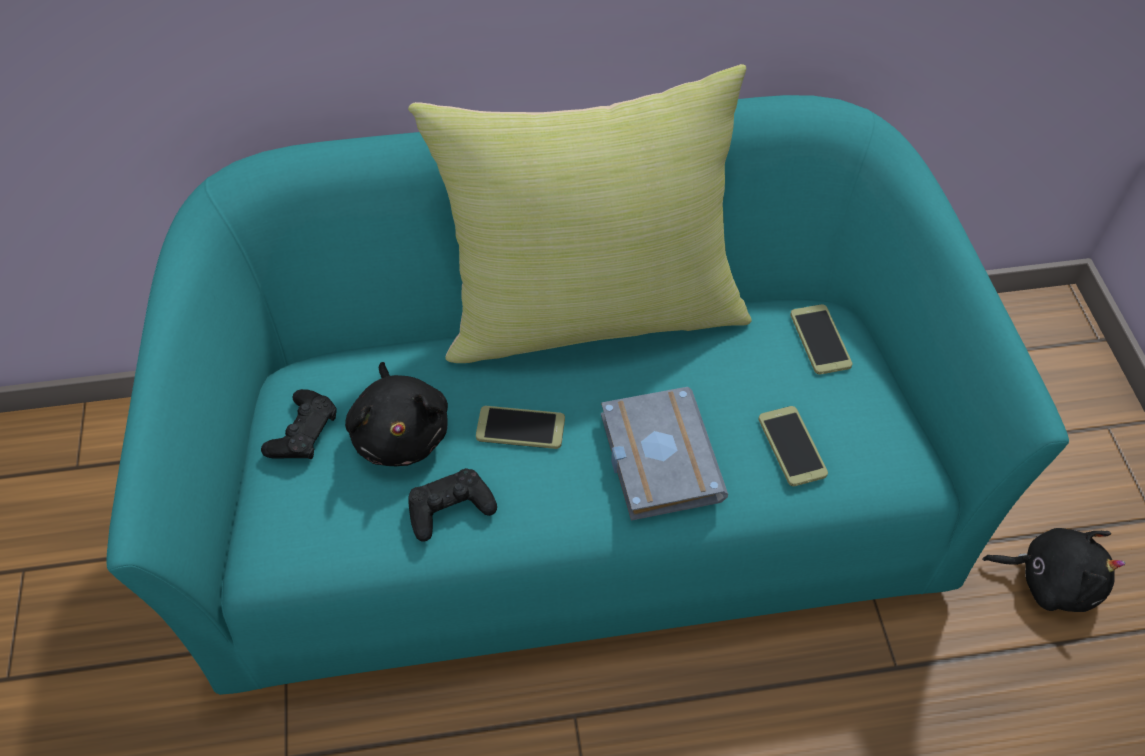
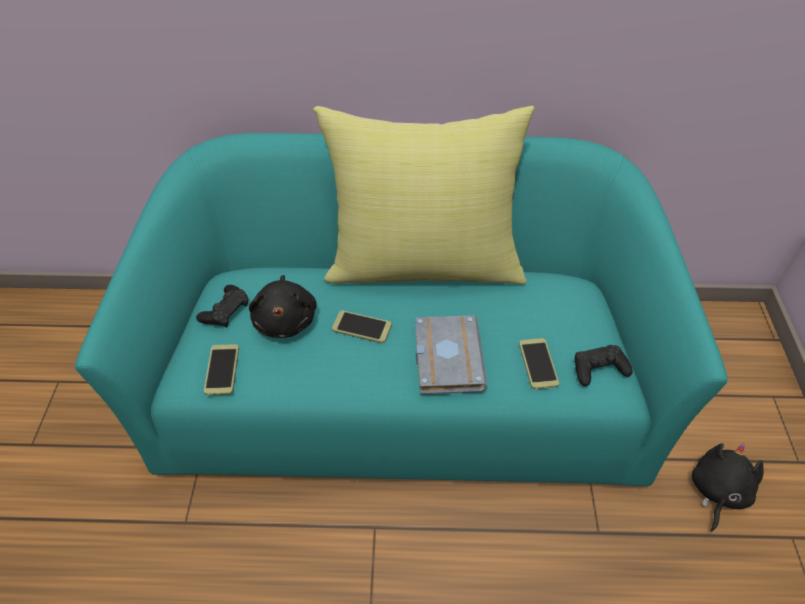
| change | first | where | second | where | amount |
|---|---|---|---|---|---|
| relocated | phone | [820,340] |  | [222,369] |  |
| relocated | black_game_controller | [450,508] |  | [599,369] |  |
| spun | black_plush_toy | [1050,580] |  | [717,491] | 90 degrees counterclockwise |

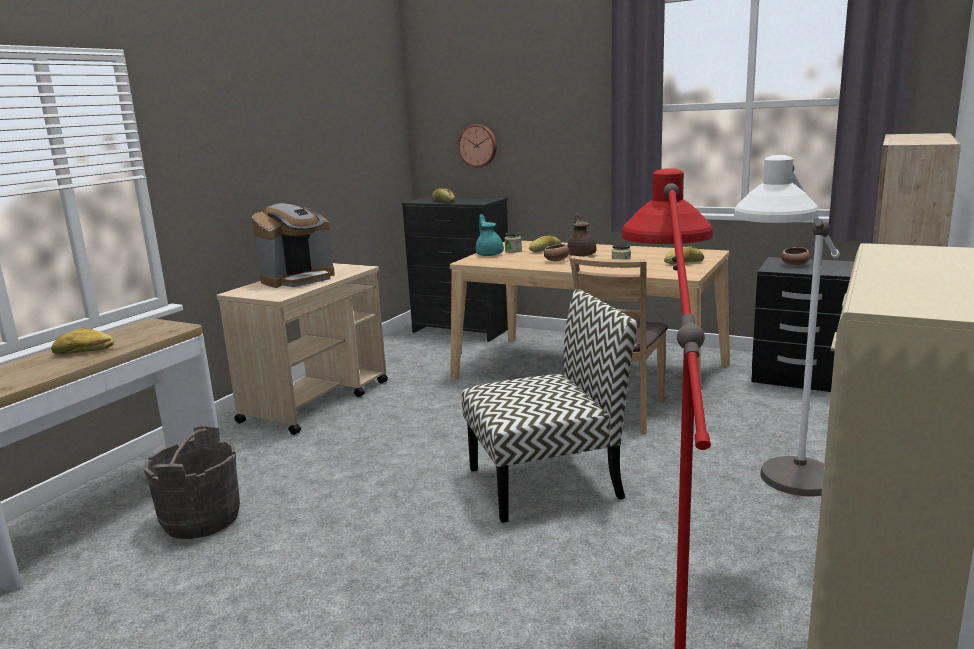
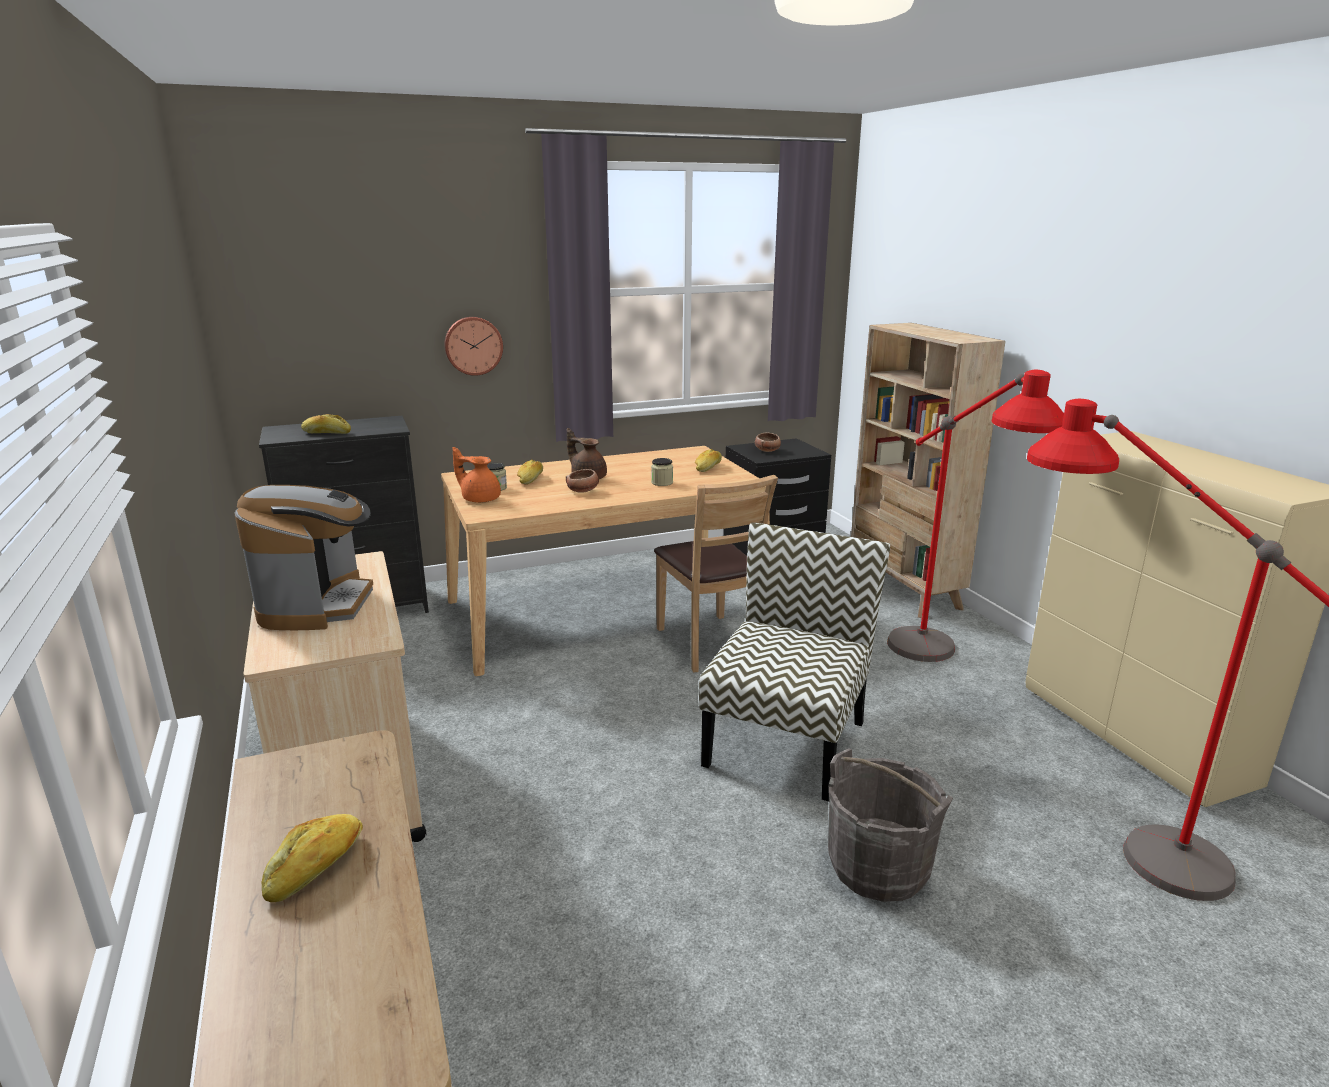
| change | first | where | second | where | amount |
|---|---|---|---|---|---|
| relocated | wall_clock | [478,145] |  | [473,345] |  |
| colour | turquoise_teapot | [489,254] | orange_teapot | [480,499] |  |
| relocated | grey_bucket | [201,519] |  | [878,867] |  |
| colour | white_floor_lamp | [782,500] | red_floor_lamp | [943,668] |  |

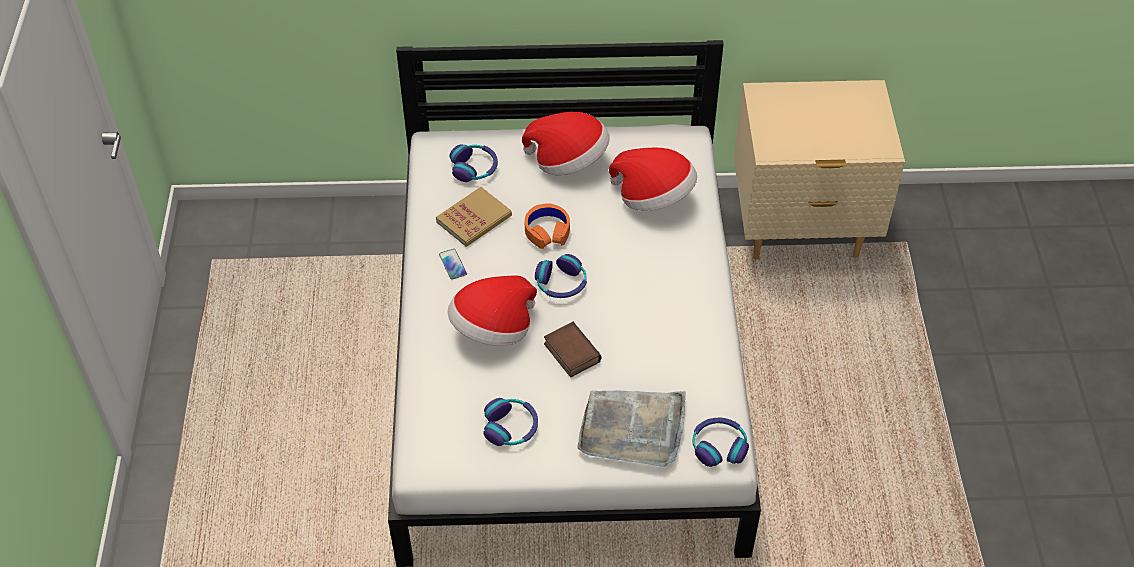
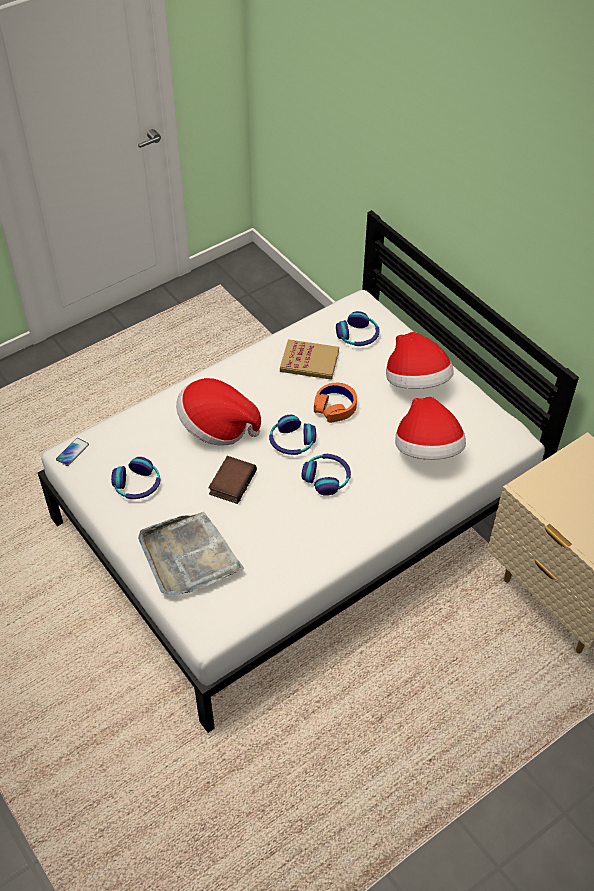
| change | first | where | second | where | amount |
|---|---|---|---|---|---|
| relocated | phone | [453,264] |  | [72,452] |  |
| relocated | headphones | [719,446] |  | [326,478] |  |

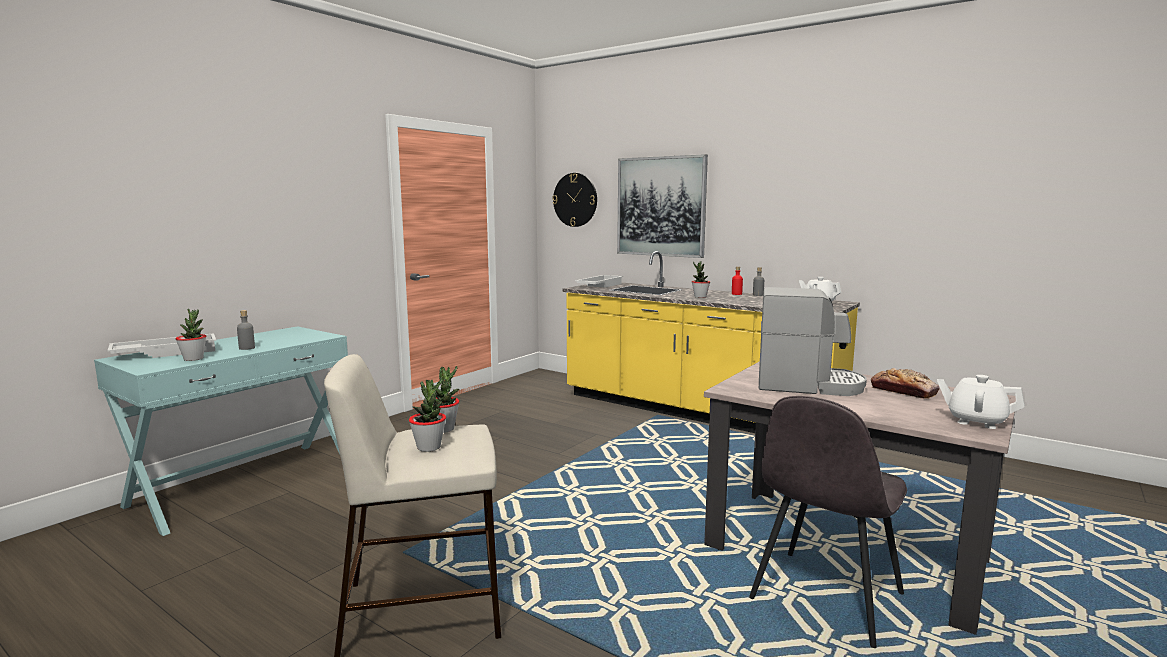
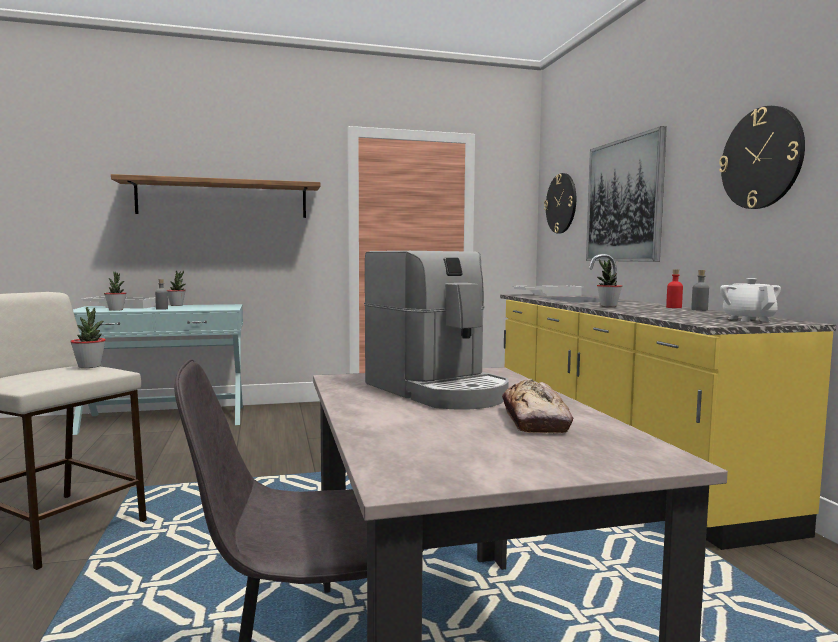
| change | first | where | second | where | amount |
|---|---|---|---|---|---|
| appeared |  |  | shelf | [223,199] |  |
| relocated | potted_plant | [429,447] |  | [176,305] |  |
| appeared |  |  | wall_clock | [761,158] |  |
| missing | white_teapot | [976,421] |  |  |  |

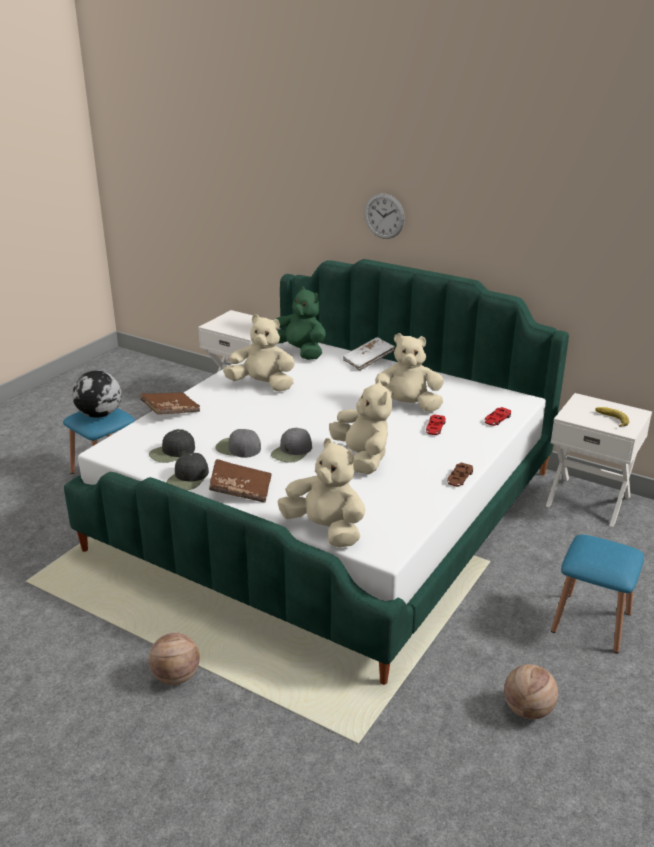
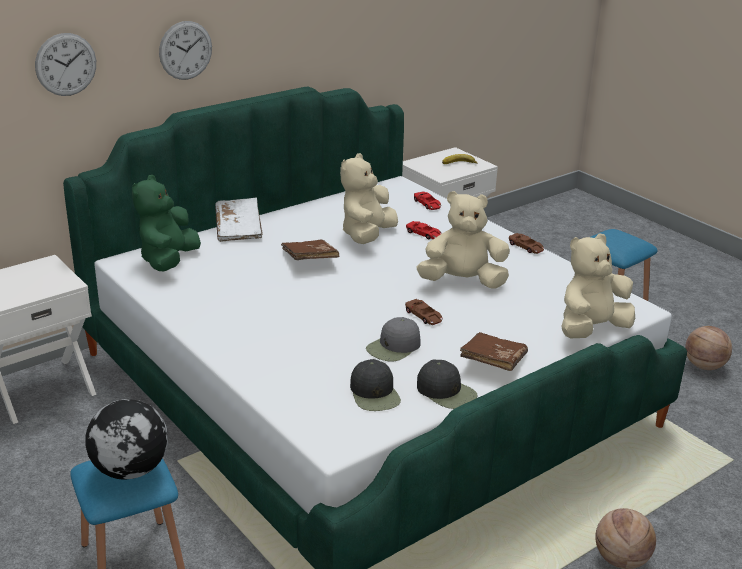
| change | first | where | second | where | amount |
|---|---|---|---|---|---|
| appeared |  |  | wall_clock | [66,64] |  |
| spun | green_plush_toy | [300,352] |  | [168,261] | 45 degrees counterclockwise |
| relocated | brown_book | [171,411] |  | [309,260] |  |
| exchanged | grey_cap | [292,451] | brown_toy_car | [424,316] |  |
| missing | beige_plush_toy | [262,385] |  |  |  |

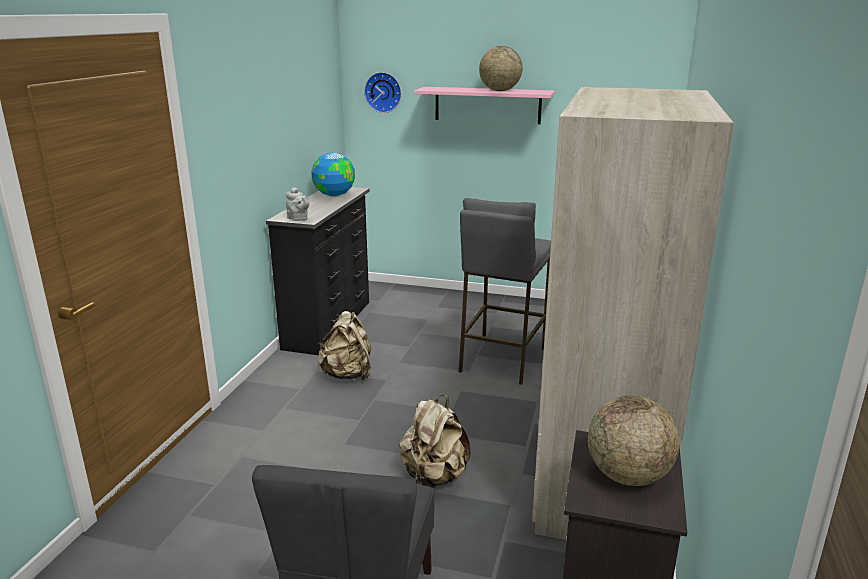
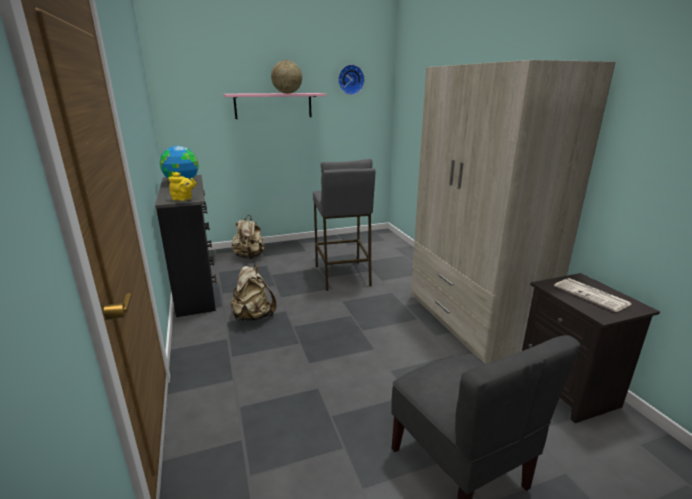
| change | first | where | second | where | amount |
|---|---|---|---|---|---|
| colour | grey_teapot | [298,219] | yellow_teapot | [183,199] |  |
| relocated | beige_backpack | [434,477] |  | [249,257] |  |
| relocated | wall_clock | [383,92] |  | [350,79] |  |
| exchanged | globe | [628,476] | newspaper | [592,295] |  |

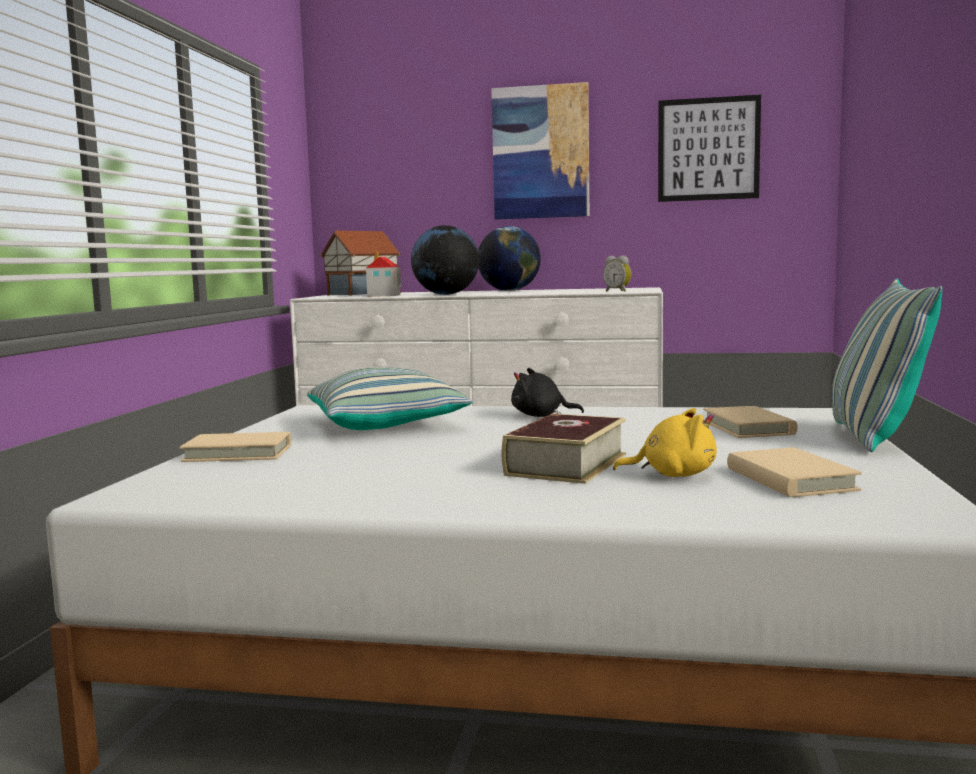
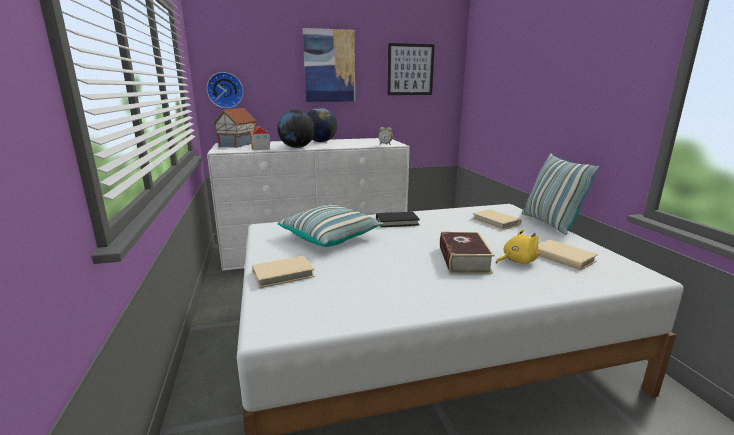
| change | first | where | second | where | amount |
|---|---|---|---|---|---|
| appeared |  |  | wall_clock | [225,90] |  |
| exchanged | black_plush_toy | [541,416] | black_book | [397,222] |  |

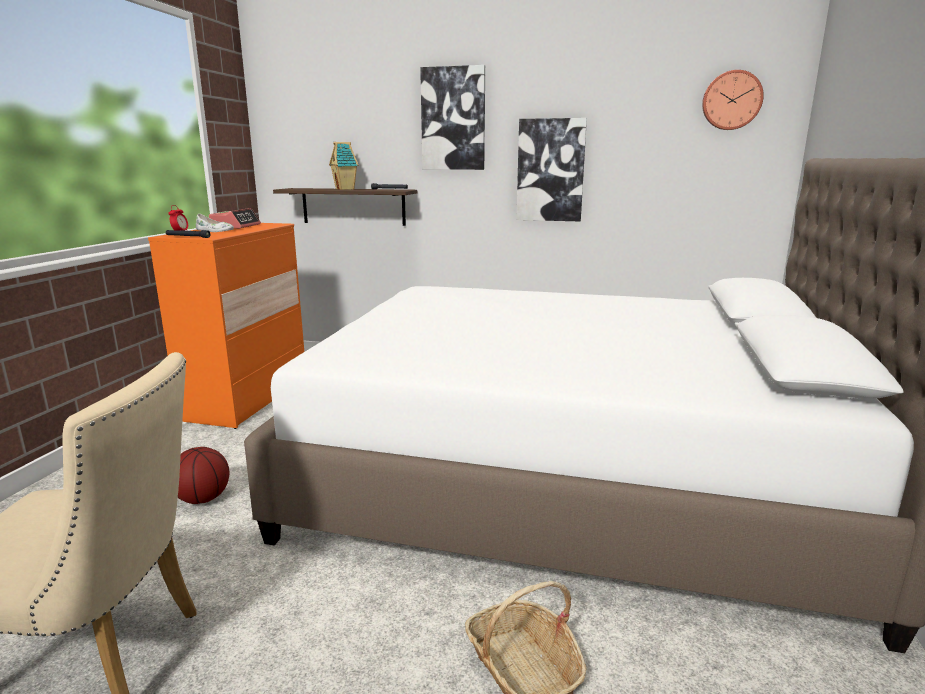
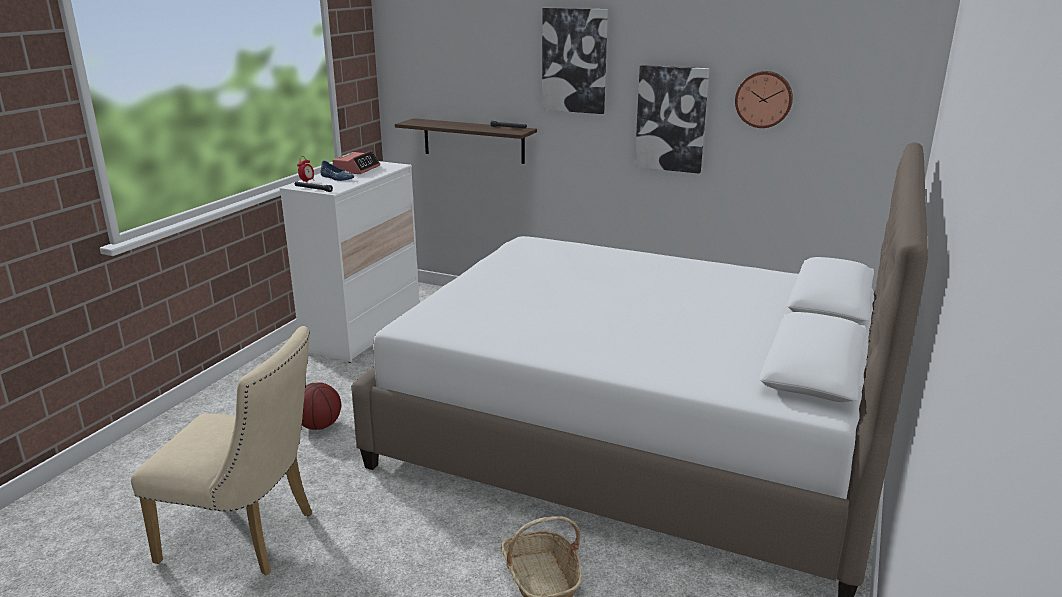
| change | first | where | second | where | amount |
|---|---|---|---|---|---|
| colour | orange_dresser | [248,399] | white_dresser | [363,332] |  |
| colour | white_shoe | [214,231] | blue_shoe | [337,178] |  |
| relocated | wall_clock | [731,100] |  | [764,99] |  |
| missing | toy_house | [345,189] |  |  |  |

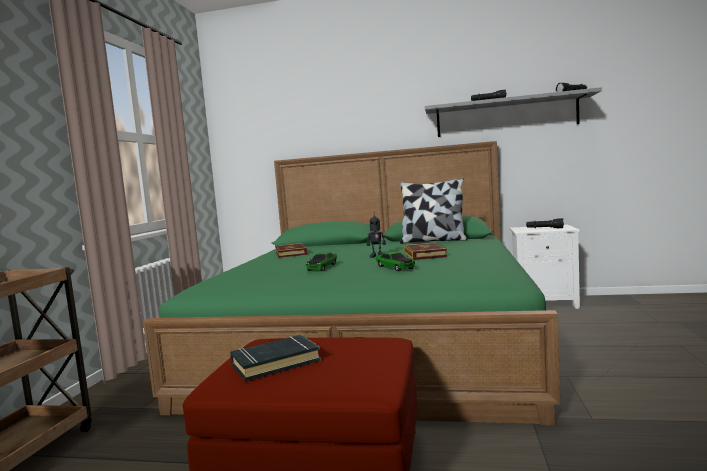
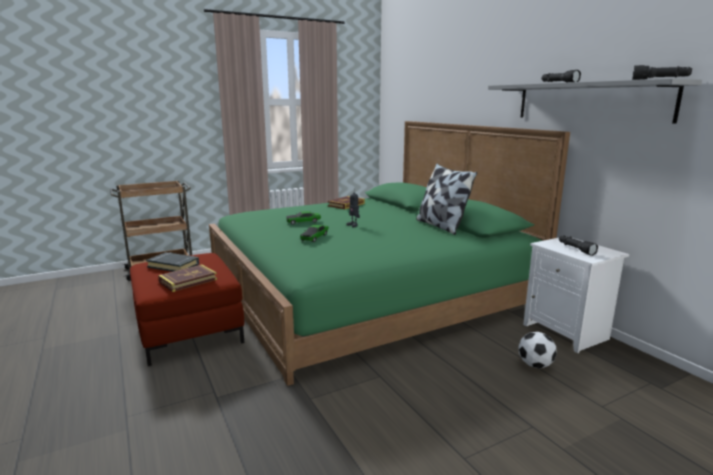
| change | first | where | second | where | amount |
|---|---|---|---|---|---|
| relocated | book | [424,254] |  | [188,281] |  |
| appeared |  |  | football | [535,365] |  |

